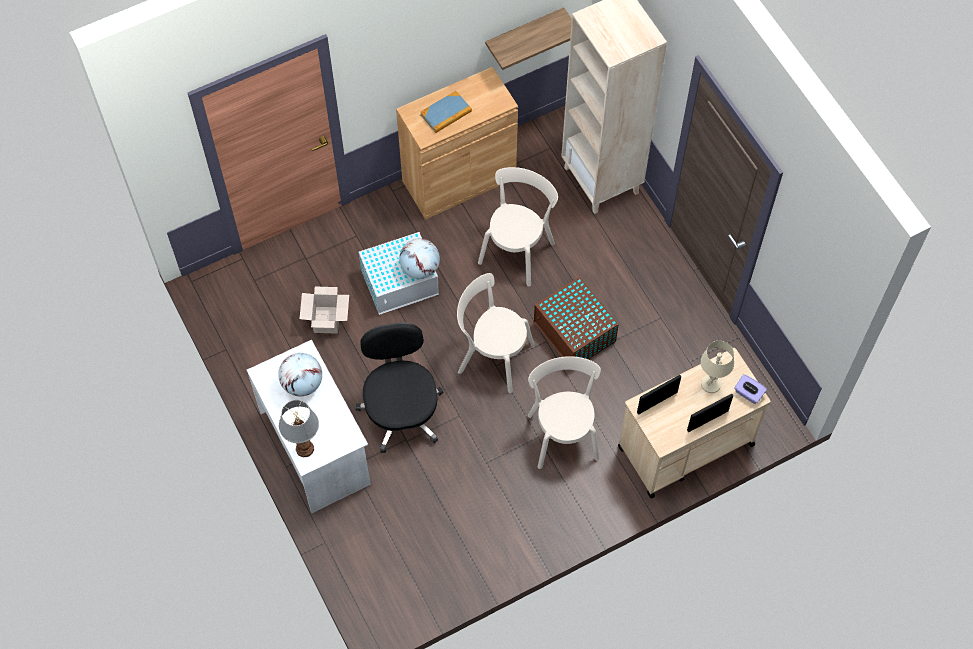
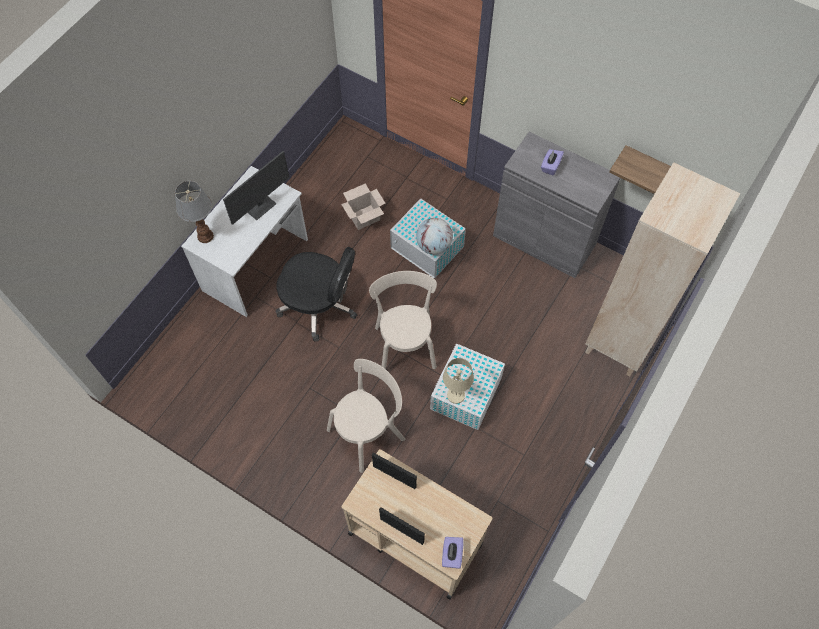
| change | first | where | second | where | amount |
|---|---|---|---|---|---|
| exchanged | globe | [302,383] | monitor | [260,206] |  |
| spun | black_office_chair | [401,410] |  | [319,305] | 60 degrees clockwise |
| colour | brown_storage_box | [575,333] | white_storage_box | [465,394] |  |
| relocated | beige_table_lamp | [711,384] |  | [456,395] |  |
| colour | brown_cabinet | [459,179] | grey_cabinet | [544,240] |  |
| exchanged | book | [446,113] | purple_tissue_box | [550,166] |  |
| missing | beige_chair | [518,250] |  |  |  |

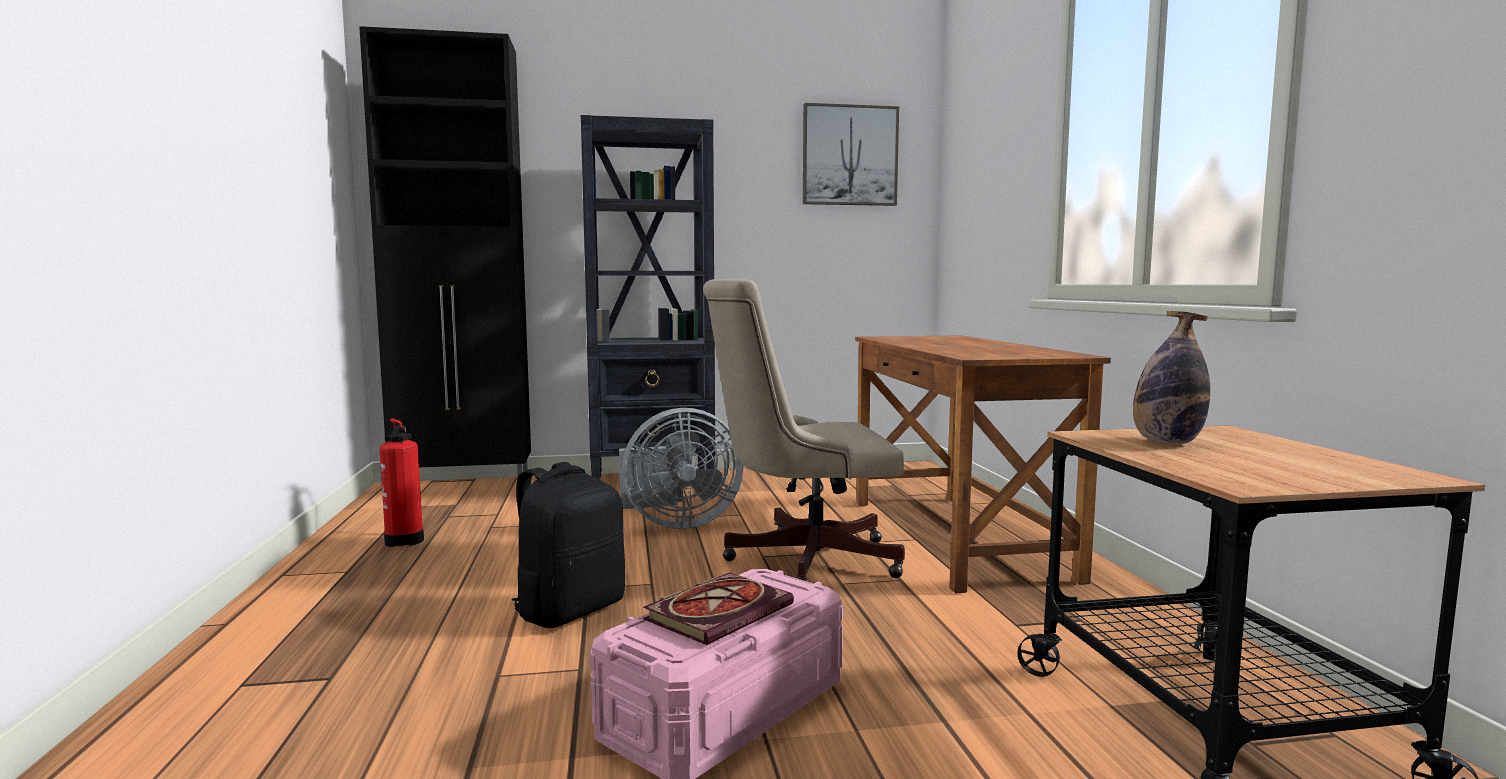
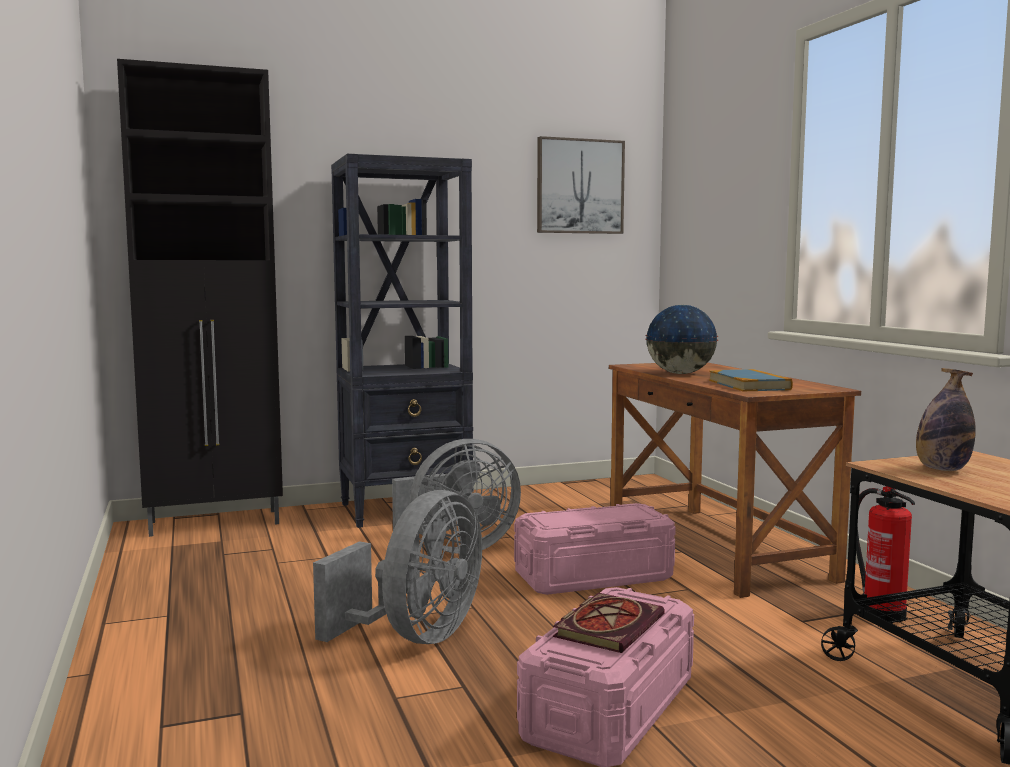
| change | first | where | second | where | amount |
|---|---|---|---|---|---|
| exchanged | black_backpack | [570,610] | grey_fan | [416,636] |  |
| exchanged | beige_office_chair | [801,559] | pink_storage_box | [593,576] |  |
| appeared |  |  | globe | [680,373] |  |
| appeared |  |  | book | [749,385] |  |
| relocated | fire_extinguisher | [406,540] |  | [881,614] |  |

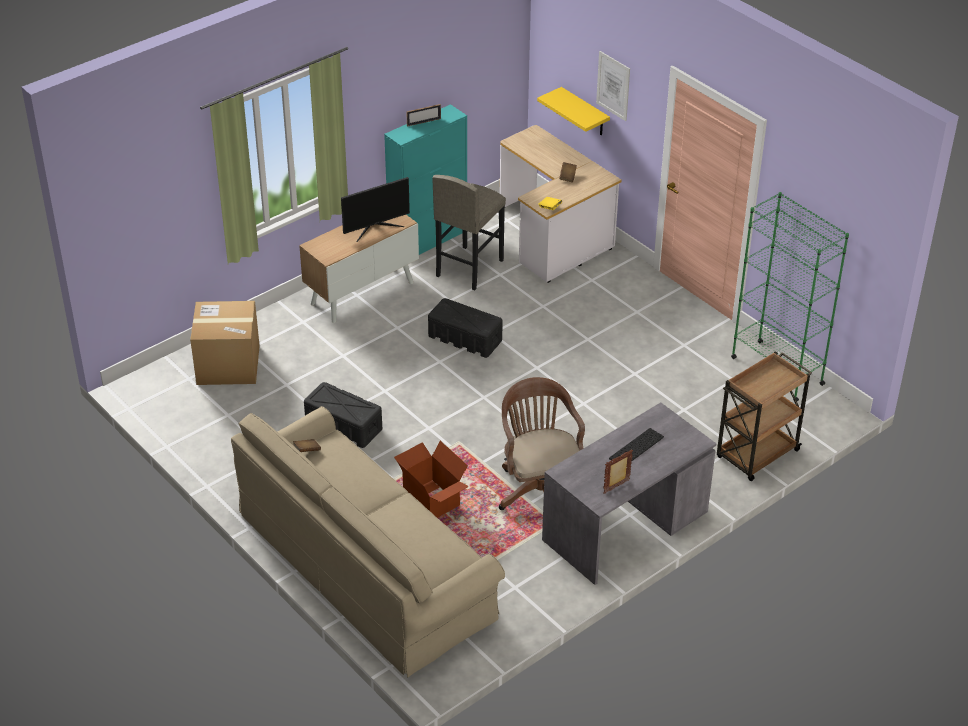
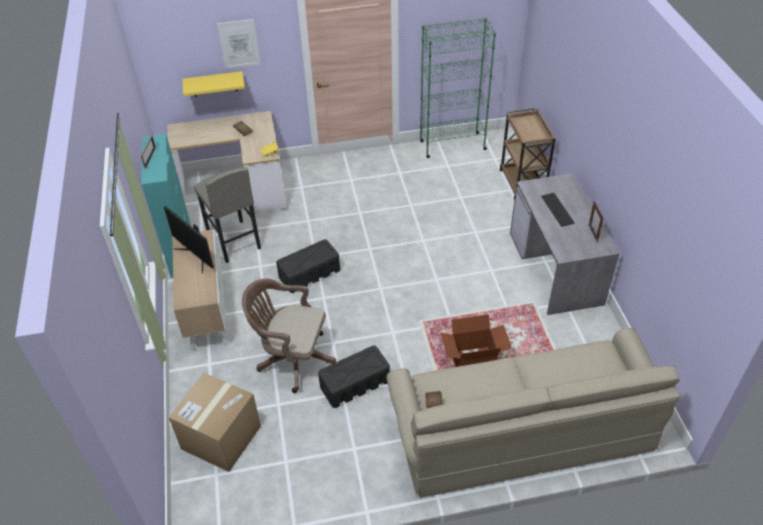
| change | first | where | second | where | amount |
|---|---|---|---|---|---|
| spun | monitor | [375,228] |  | [196,255] | 135 degrees clockwise |
| relocated | brown_office_chair | [540,489] |  | [292,359] |  |

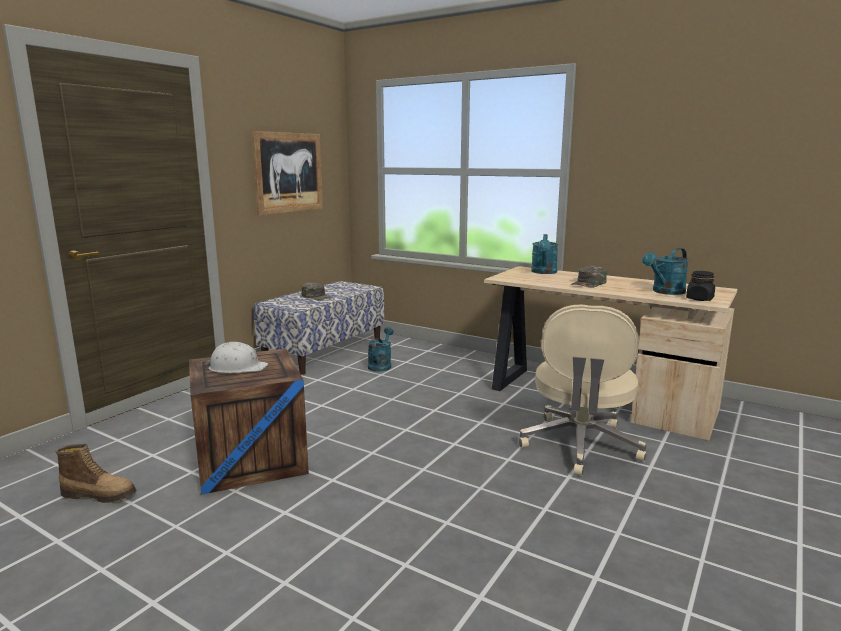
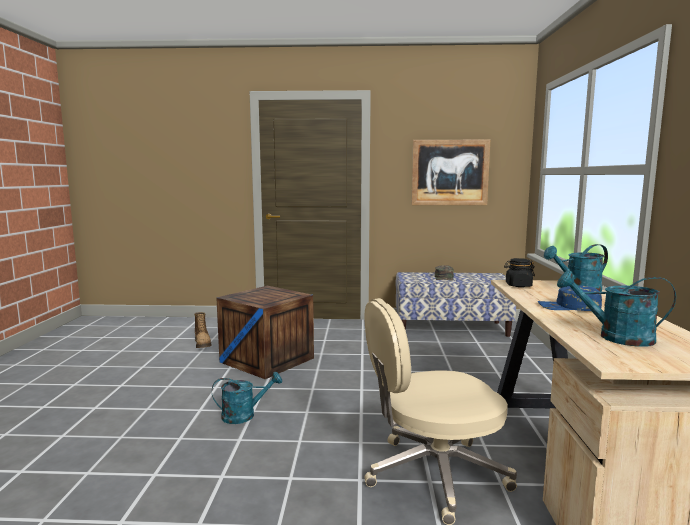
| change | first | where | second | where | amount |
|---|---|---|---|---|---|
| relocated | turquoise_watering_can | [381,365] |  | [244,415] |  |
| relocated | black_jar | [699,299] |  | [518,285] |  |
| colour | green_cap | [589,283] | blue_cap | [569,307] |  |
| missing | white_hard_hat | [237,367] |  |  |  |

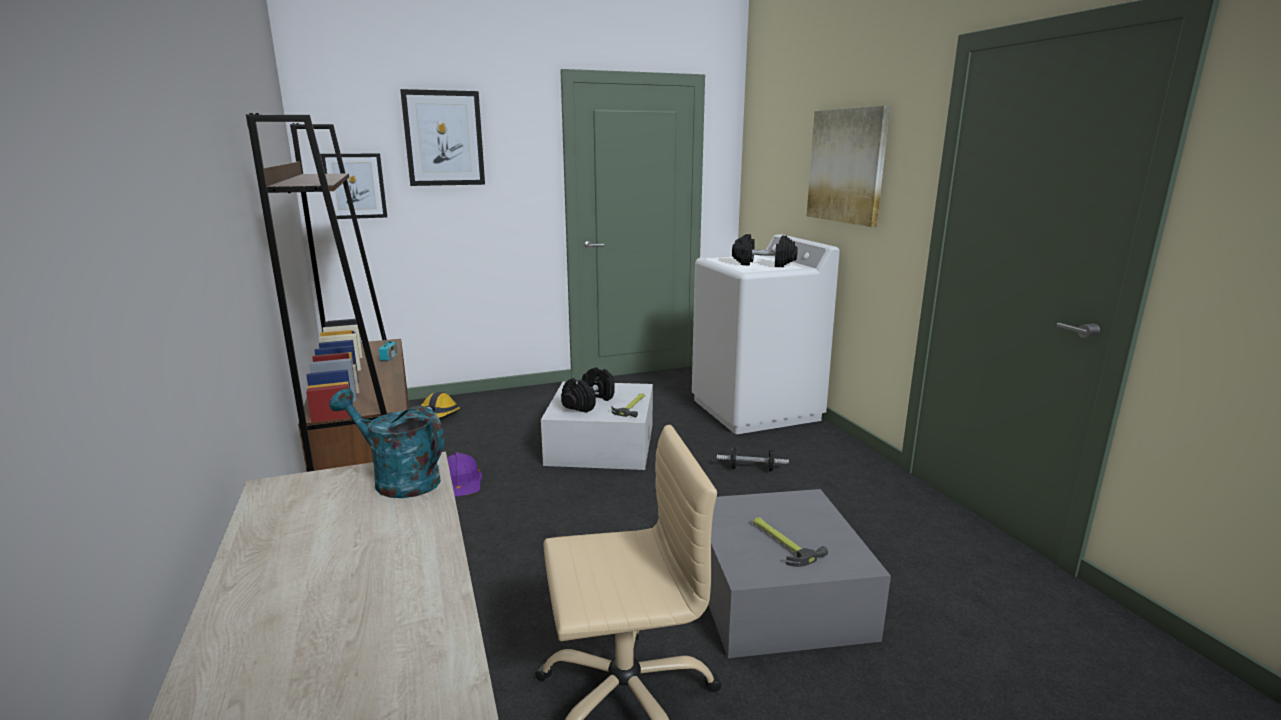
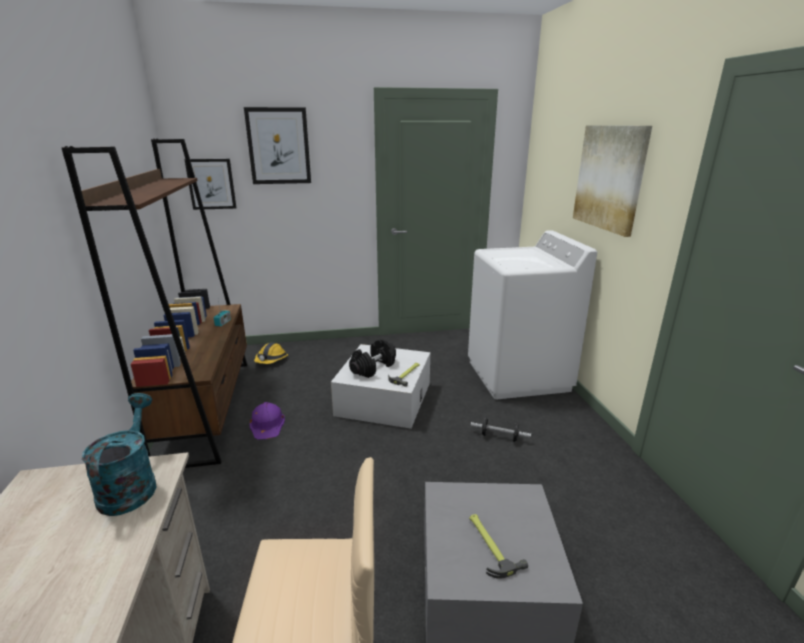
| change | first | where | second | where | amount |
|---|---|---|---|---|---|
| spun | turquoise_watering_can | [397,479] |  | [131,485] | 45 degrees clockwise |
| missing | black_dumbbell | [763,264] |  |  |  |

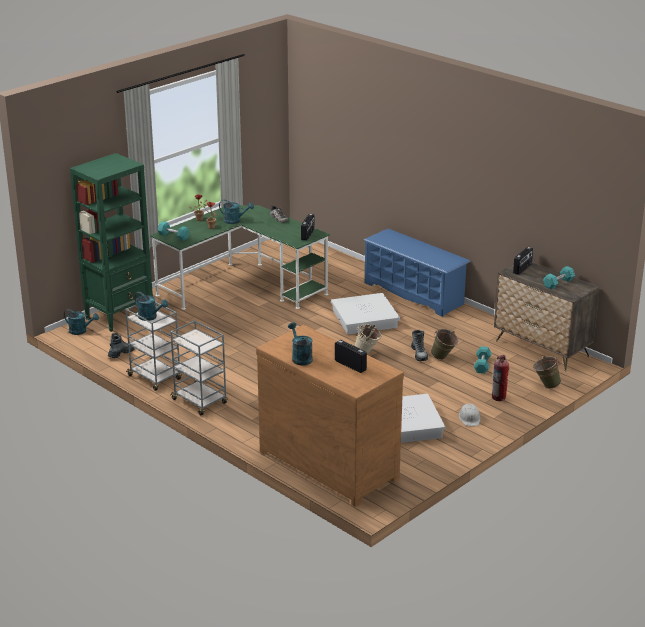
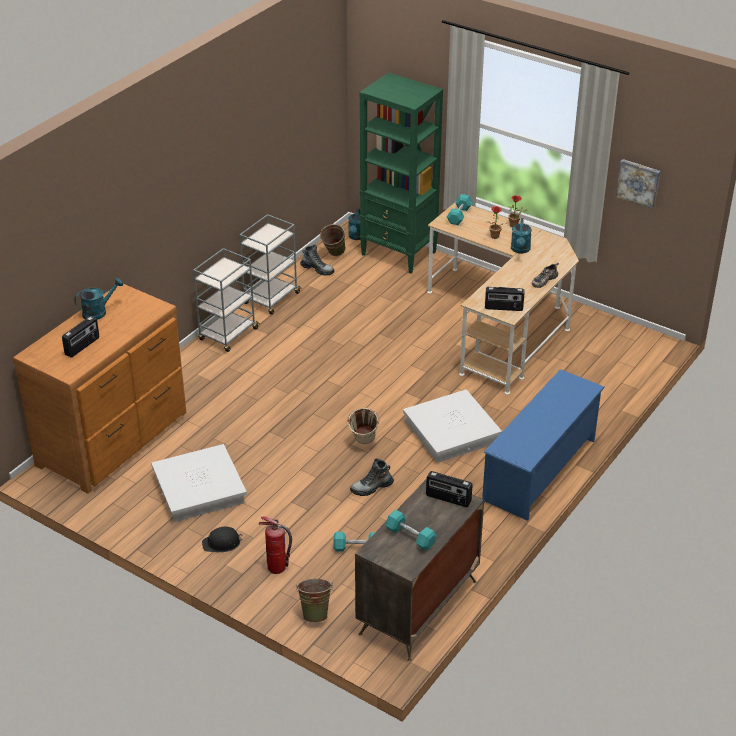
| change | first | where | second | where | amount |
|---|---|---|---|---|---|
| colour | white_hard_hat | [469,418] | black_hard_hat | [222,543] |  |
| relocated | green_bucket | [443,358] |  | [333,255] |  |
| colour | green_desk | [242,286] | beige_desk | [503,325] |  |
| appeared |  |  | picture | [638,183] |  |
| missing | turquoise_watering_can | [150,317] |  |  |  |

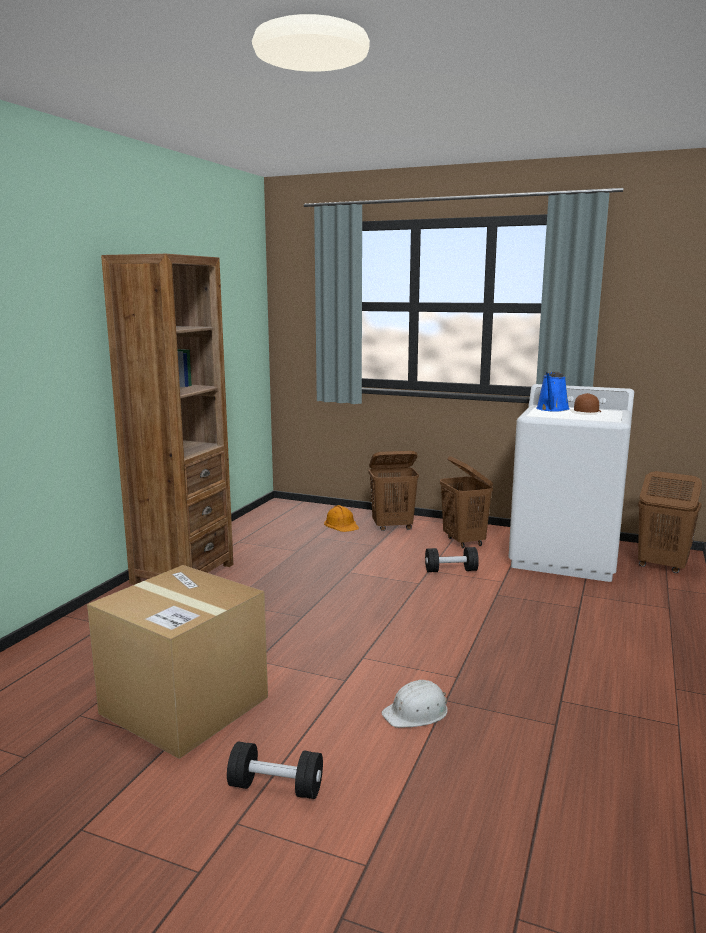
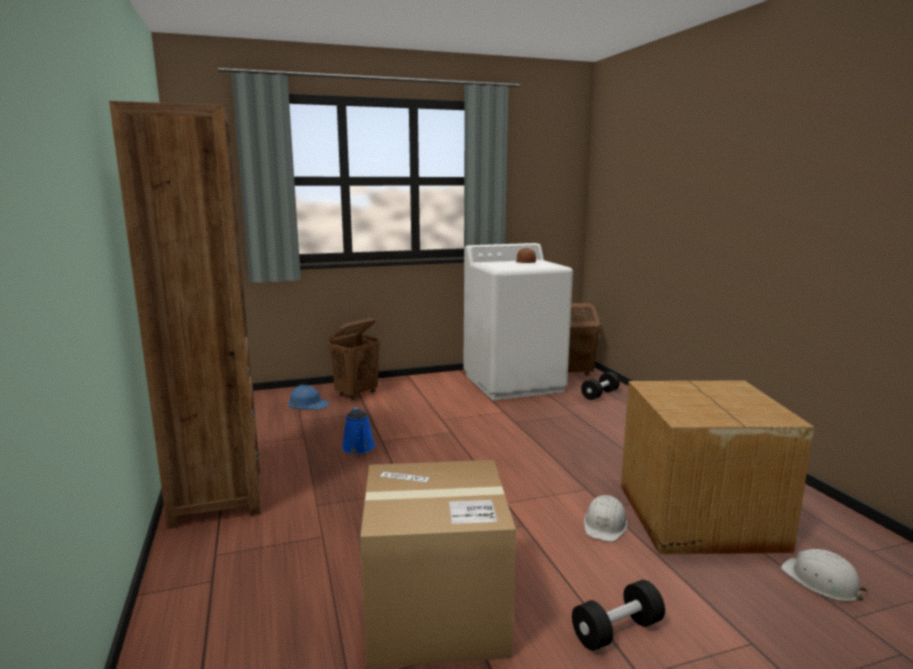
| change | first | where | second | where | amount |
|---|---|---|---|---|---|
| colour | orange_hard_hat | [341,524] | blue_hard_hat | [308,403] |  |
| relocated | blue_watering_can | [552,409] |  | [359,448] |  |
| relocated | black_dumbbell | [451,570] |  | [600,394] |  |
| appeared |  |  | cardboard_box | [697,517] |  |
| appeared |  |  | white_hard_hat | [821,581] |  |
| missing | brown_laundry_basket | [464,541] |  |  |  |

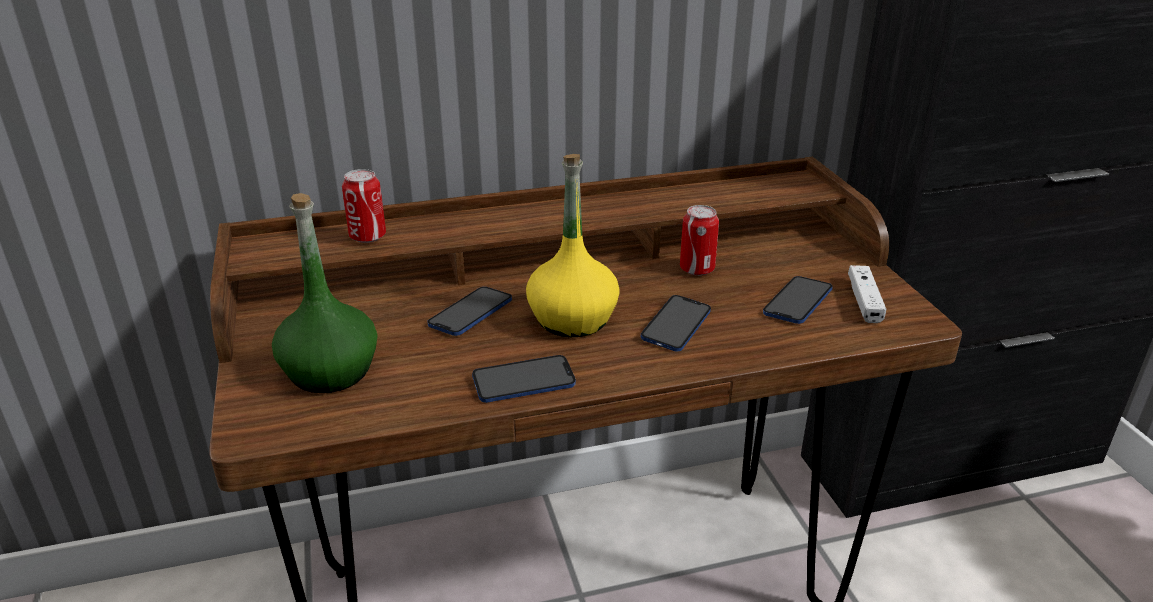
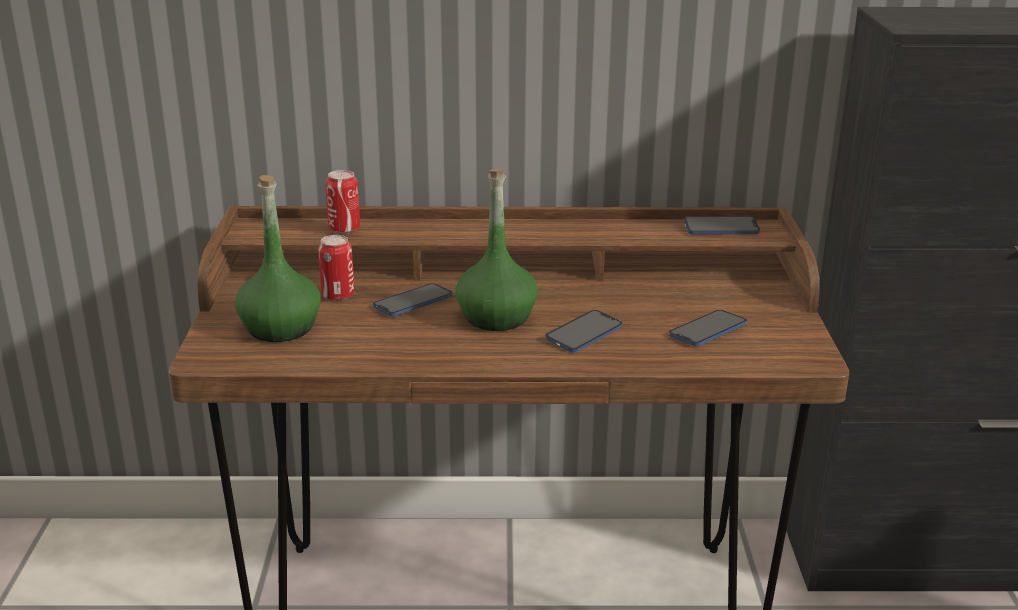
| change | first | where | second | where | amount |
|---|---|---|---|---|---|
| relocated | can | [697,269] |  | [338,295] |  |
| colour | yellow_bottle | [572,319] | green_bottle | [496,317] |  |
| relocated | phone | [524,381] |  | [721,228] |  |
| missing | white_game_controller | [864,301] |  |  |  |

